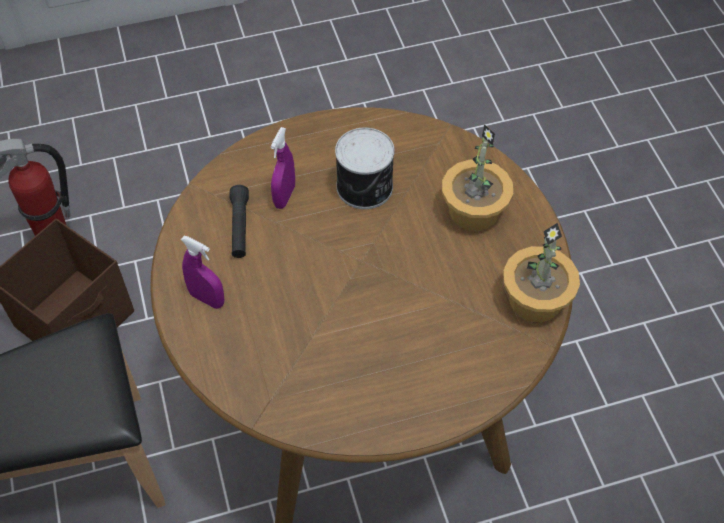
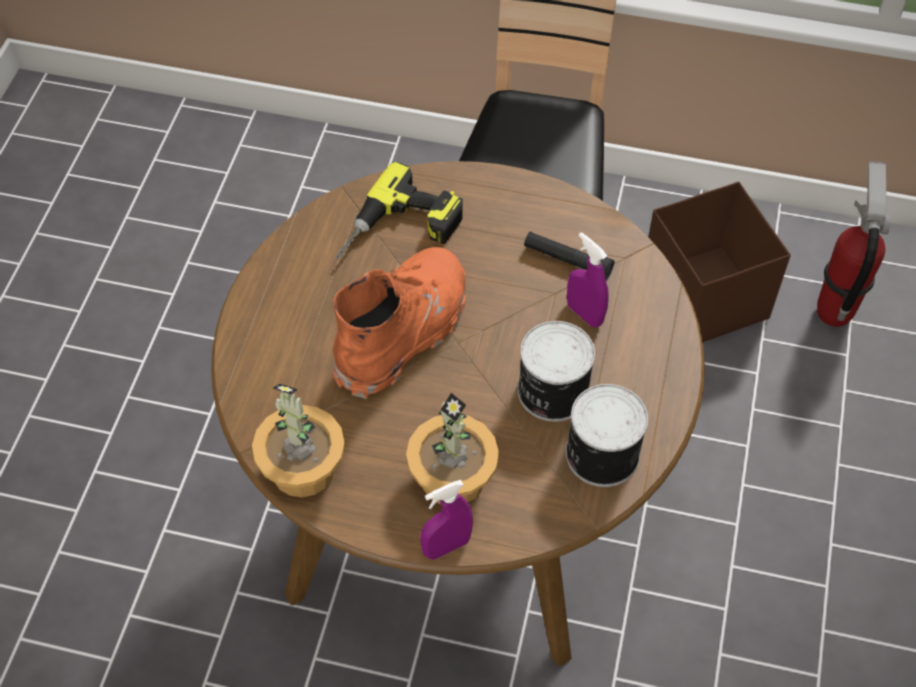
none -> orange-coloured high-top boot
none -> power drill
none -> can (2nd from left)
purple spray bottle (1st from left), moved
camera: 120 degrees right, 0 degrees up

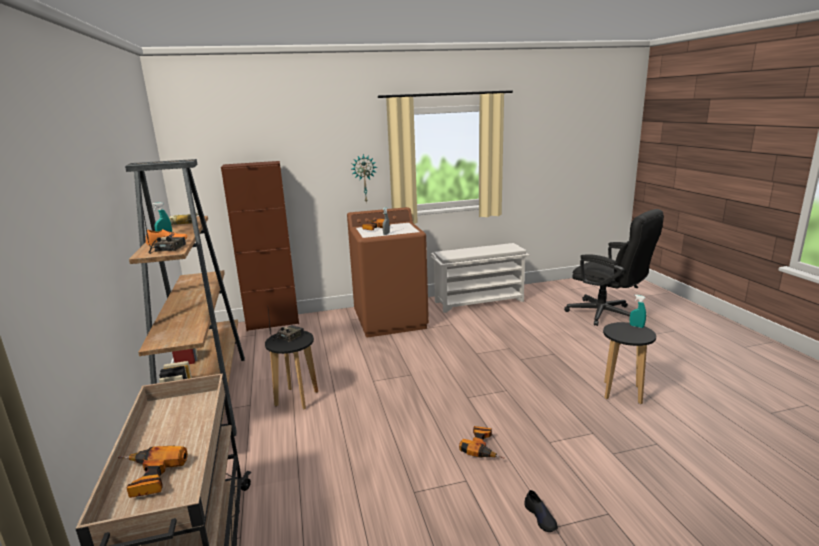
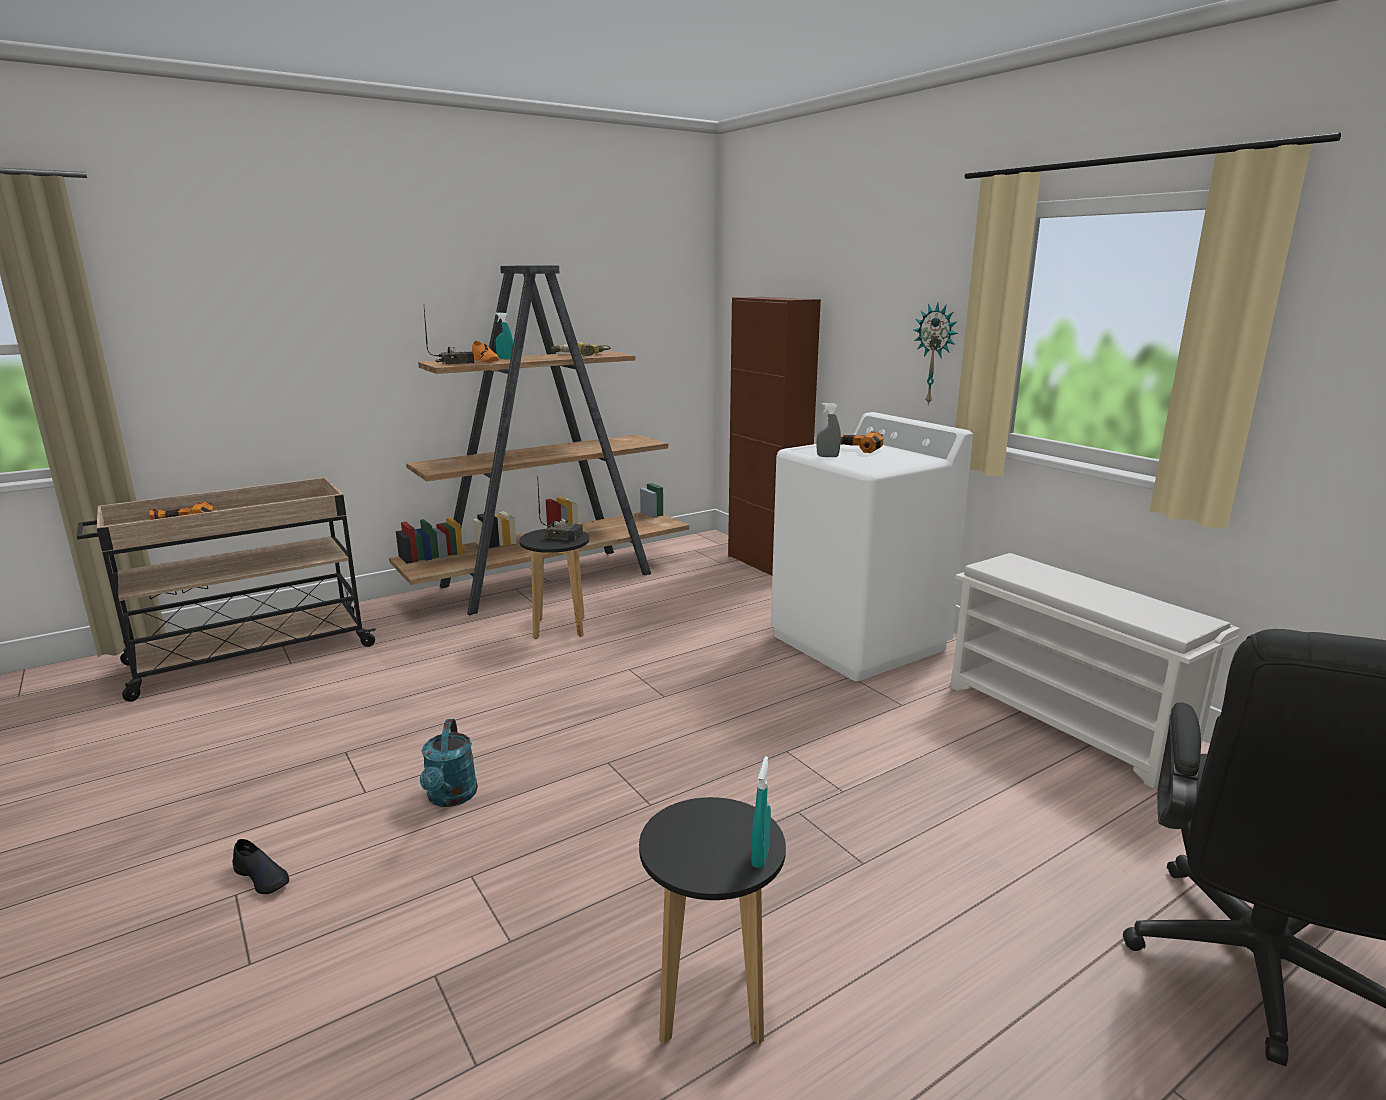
power drill (4th from left) -> turquoise-coloured watering can
brown-coloured laundry machine -> white-coloured laundry machine
black item of footwear, 105 degrees counterclockwise
camera: 70 degrees right, 0 degrees up

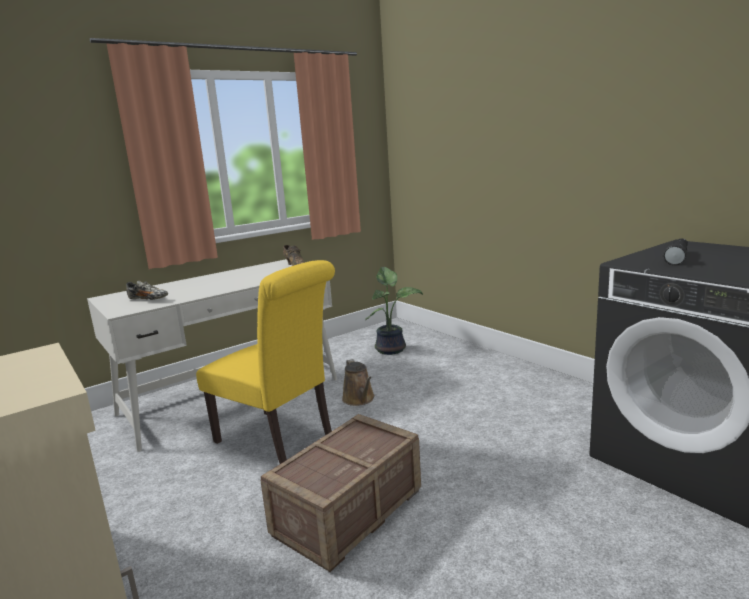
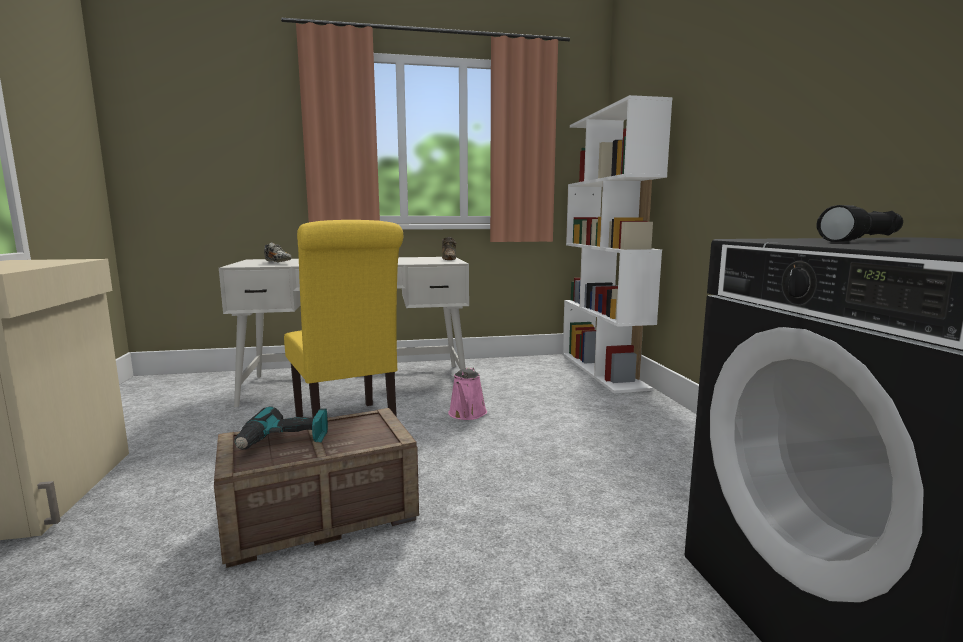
houseplant -> none
none -> power drill
none -> white-coloured bookcase
brown-coloured watering can -> pinkish watering can
camera: 25 degrees right, 5 degrees down

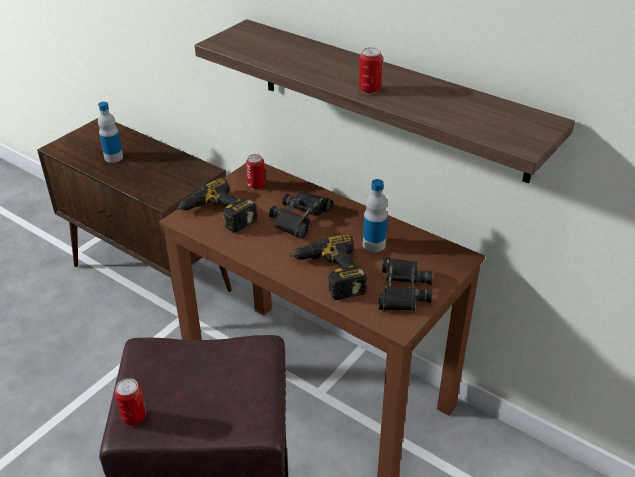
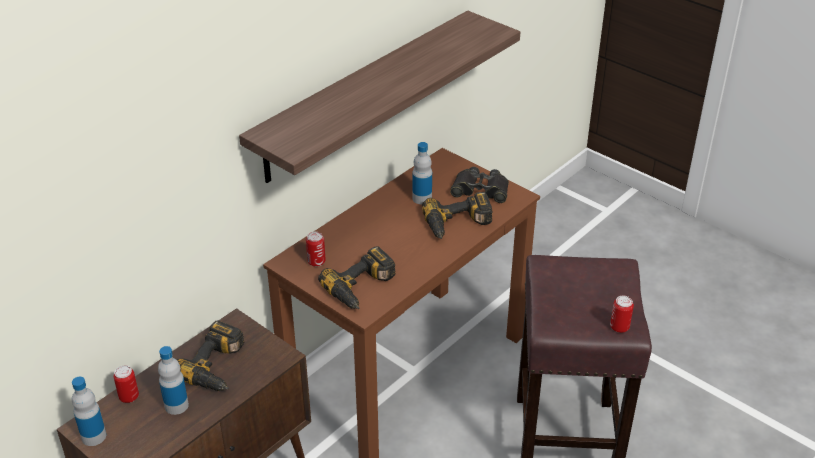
black pair of binoculars (1st from left) -> none
none -> bottle (1st from left)
none -> power drill (1st from left)
can (3rd from left in the first image) -> can (1st from left), moved
camera: 85 degrees left, 0 degrees up

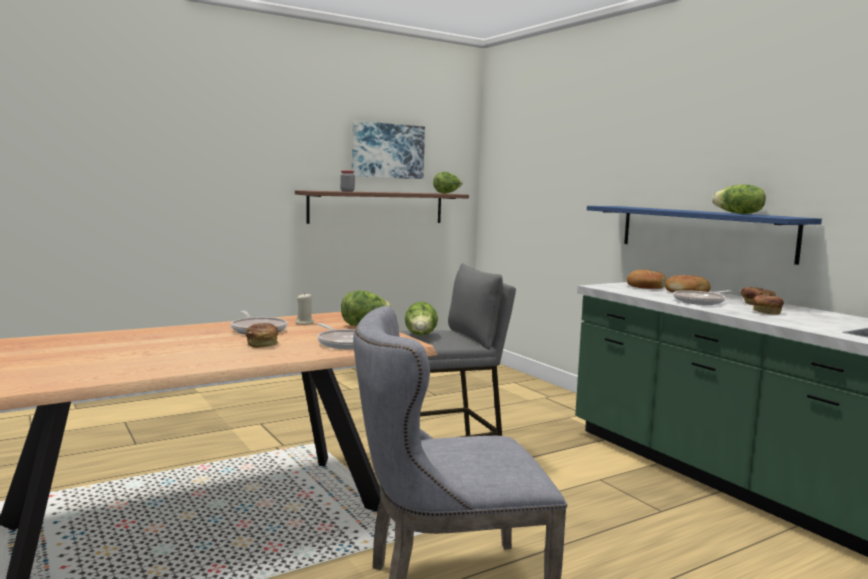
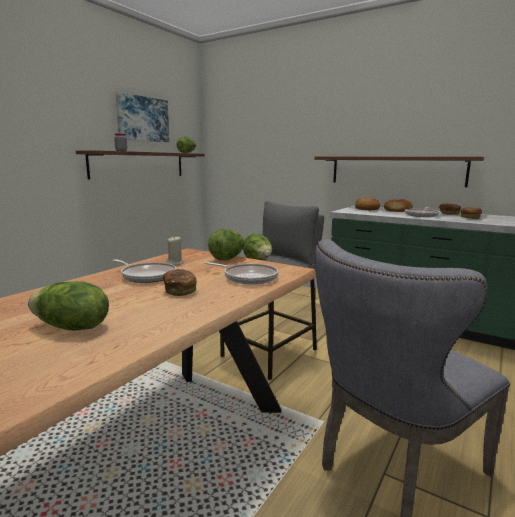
lettuce (4th from left in the first image) -> lettuce (1st from left), moved
bluish wall shelf -> brown-coloured wall shelf (2nd from left)
camera: 25 degrees left, 5 degrees up

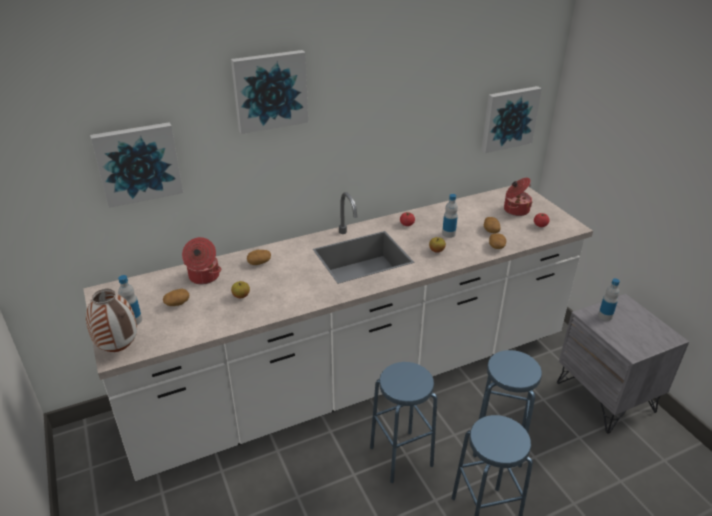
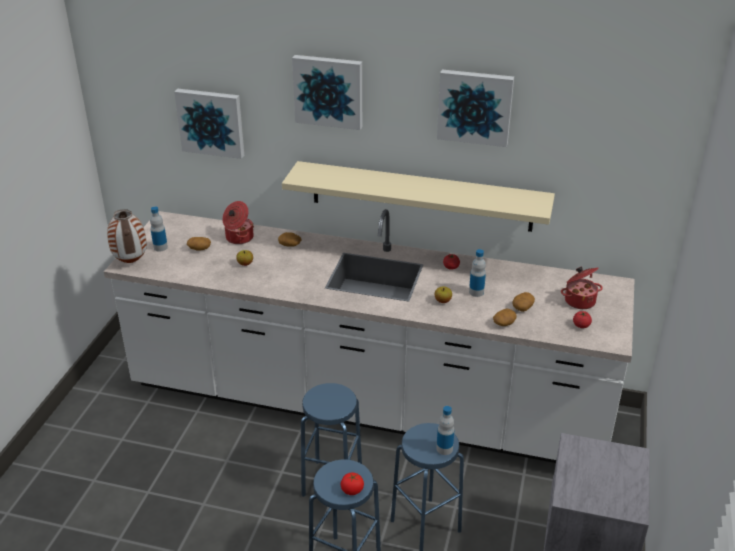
none -> sand-coloured wall shelf
none -> tomato (1st from left)
wall art (3rd from left), moved
bottle (3rd from left in the first image) -> bottle (2nd from left), moved
camera: 40 degrees right, 0 degrees up

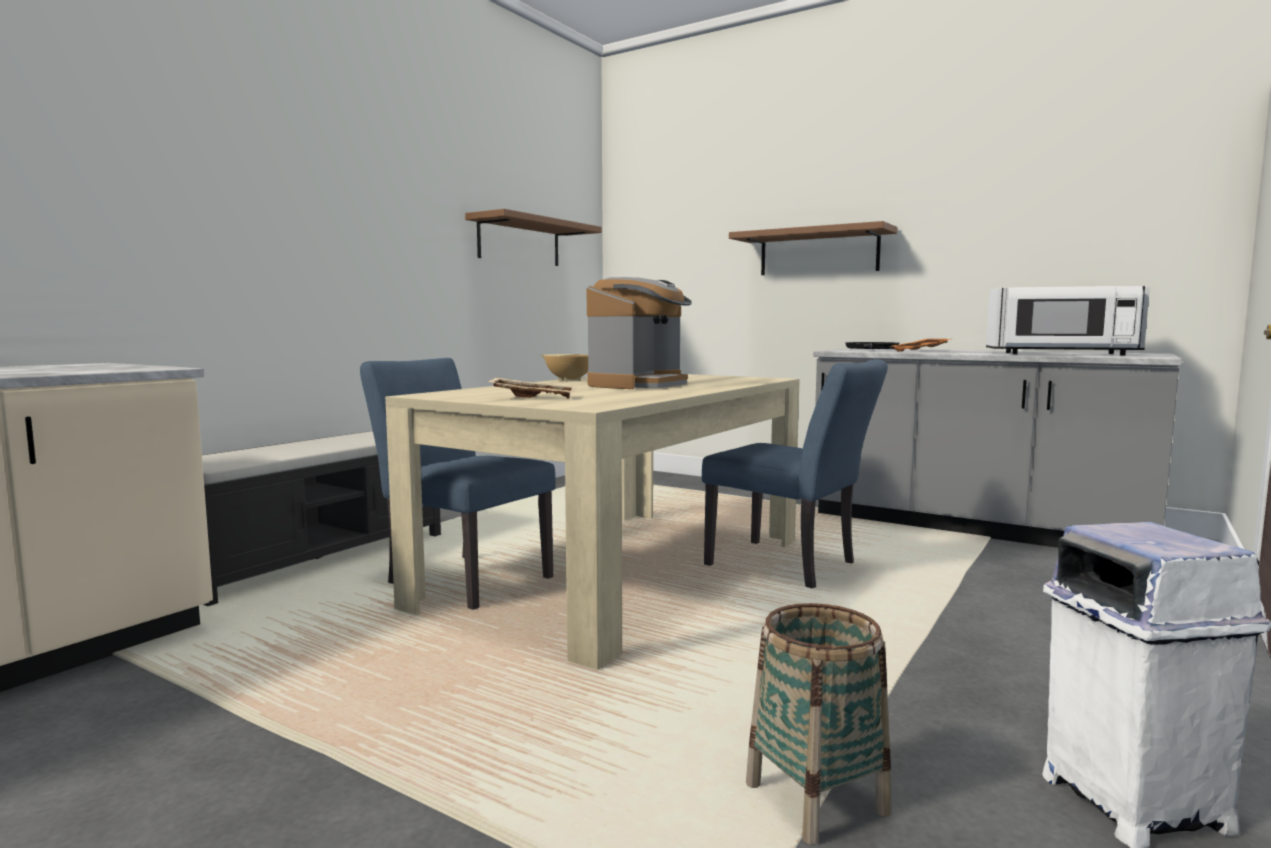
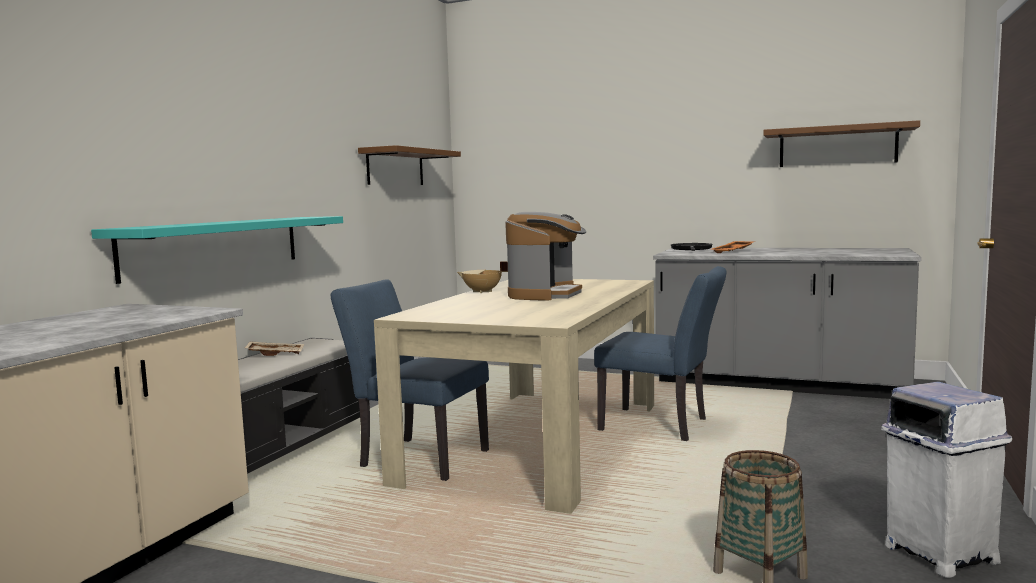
white-coloured kitchen microwave -> none
none -> turquoise-coloured wall shelf
sand-coloured tray, moved
brown-coloured wall shelf (2nd from left), moved
camera: 10 degrees left, 0 degrees up

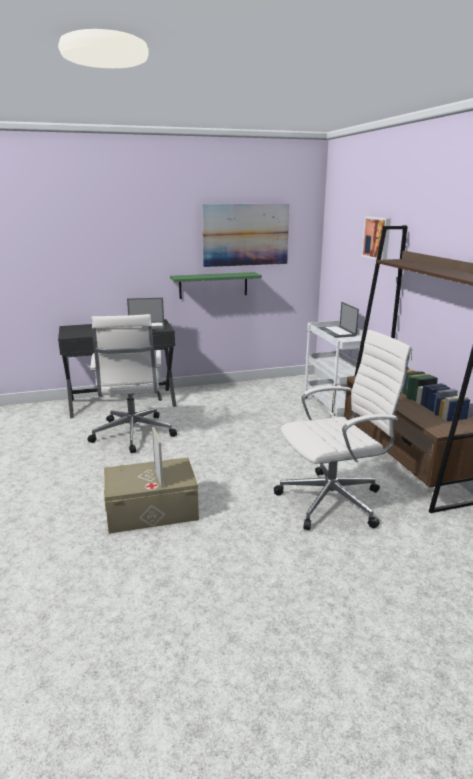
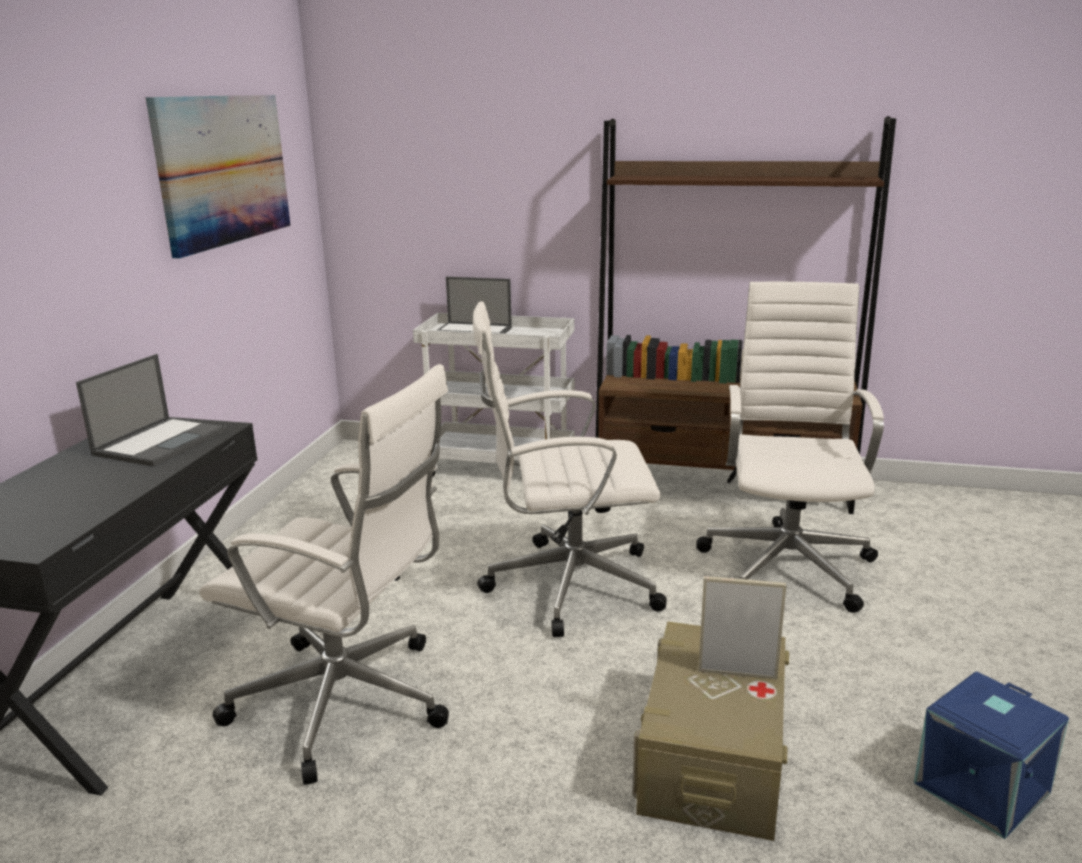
green-coloured wall shelf -> none
wall art (2nd from left) -> none
none -> white-coloured office chair (2nd from left)
none -> bluish storage bin
camera: 60 degrees left, 0 degrees up

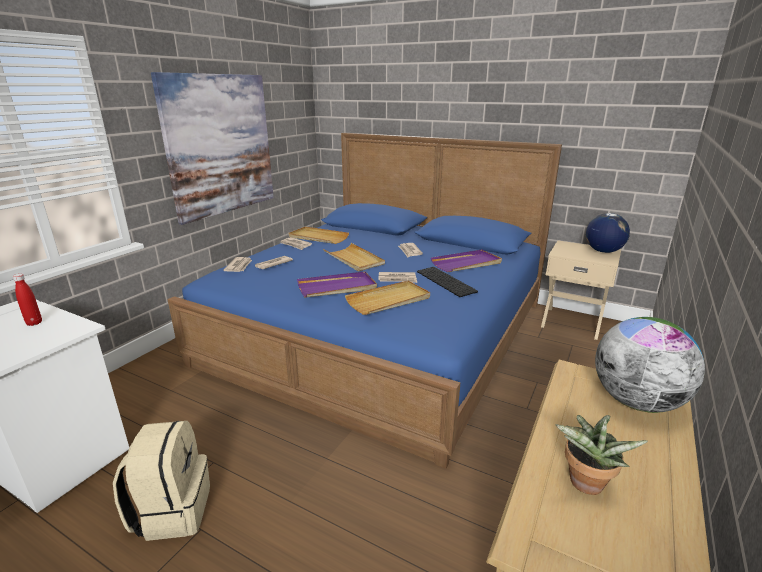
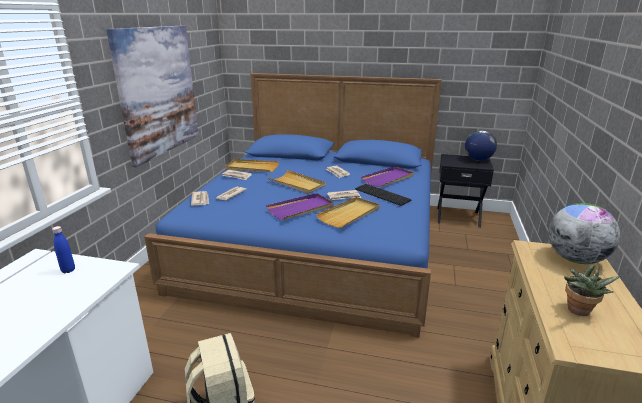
reddish bottle -> bluish bottle
sand-coloured nightstand -> black nightstand
camera: 15 degrees left, 0 degrees up

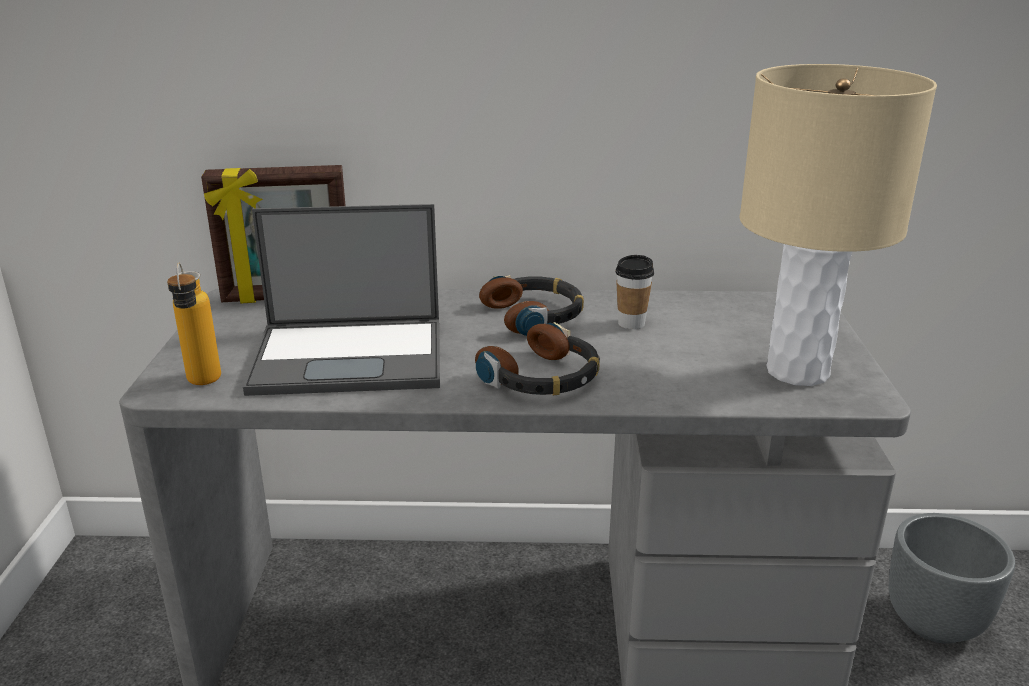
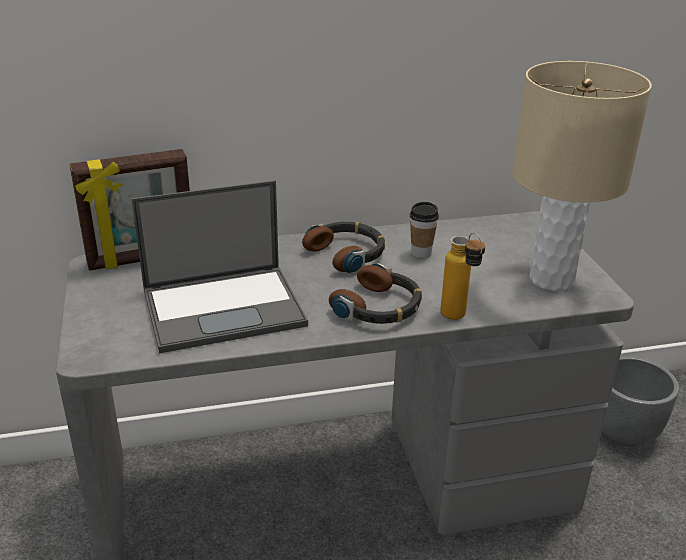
bottle, moved
camera: 15 degrees left, 5 degrees up

